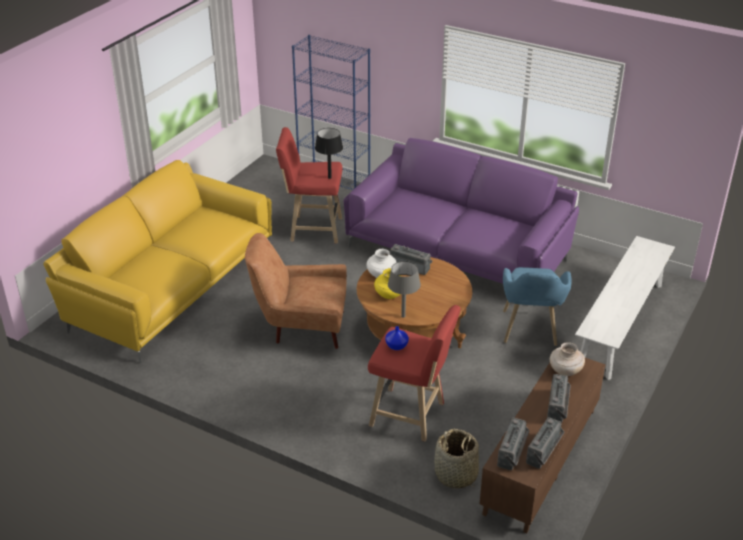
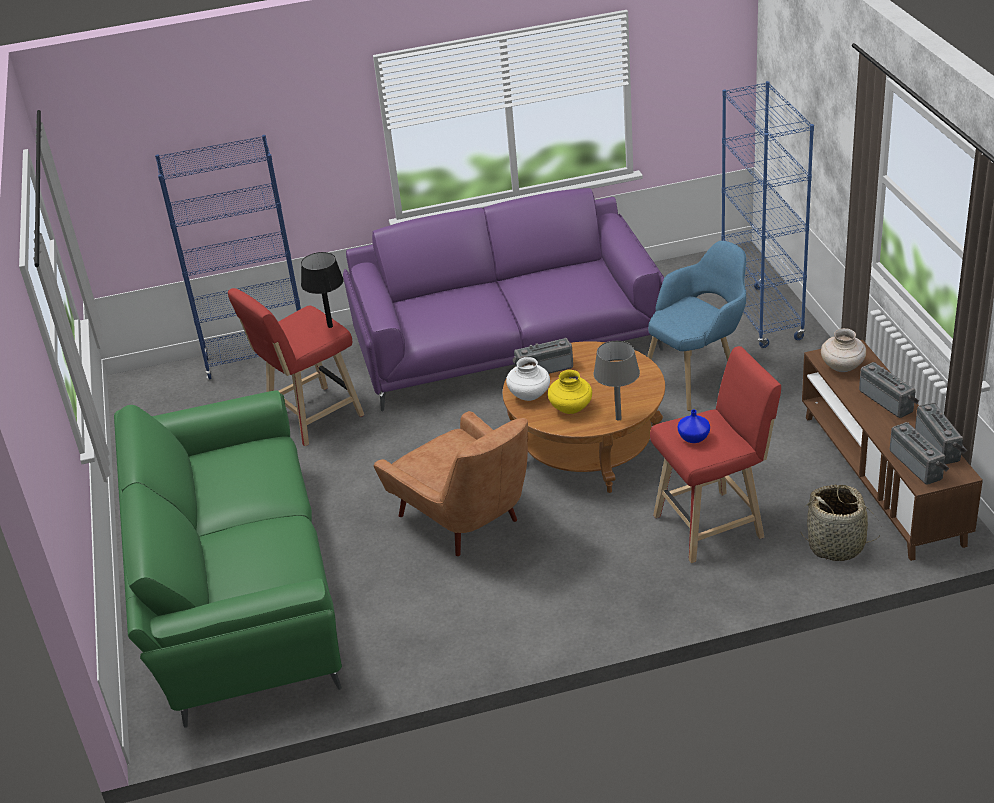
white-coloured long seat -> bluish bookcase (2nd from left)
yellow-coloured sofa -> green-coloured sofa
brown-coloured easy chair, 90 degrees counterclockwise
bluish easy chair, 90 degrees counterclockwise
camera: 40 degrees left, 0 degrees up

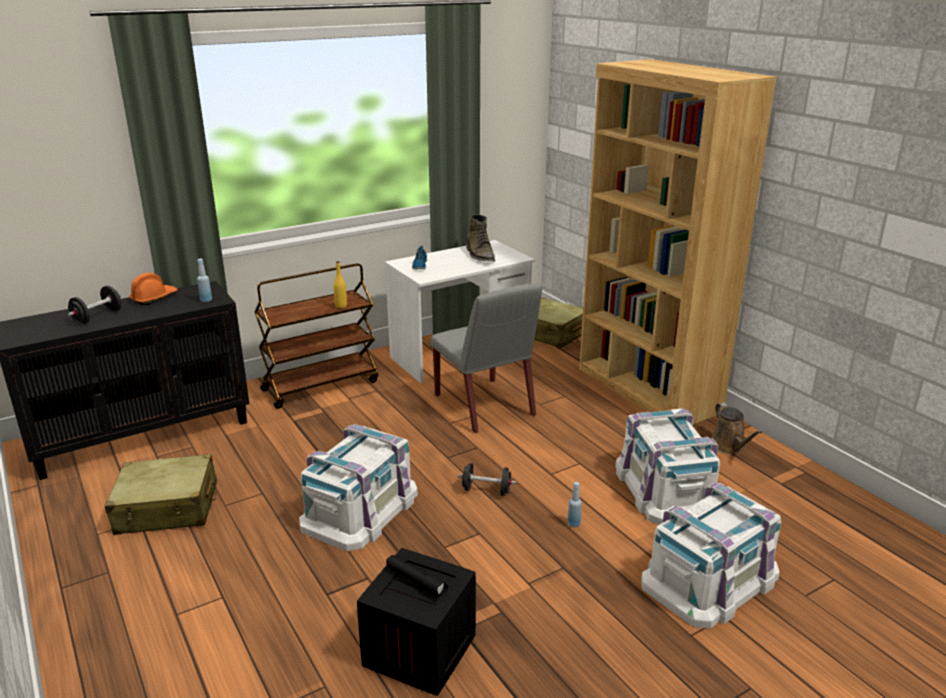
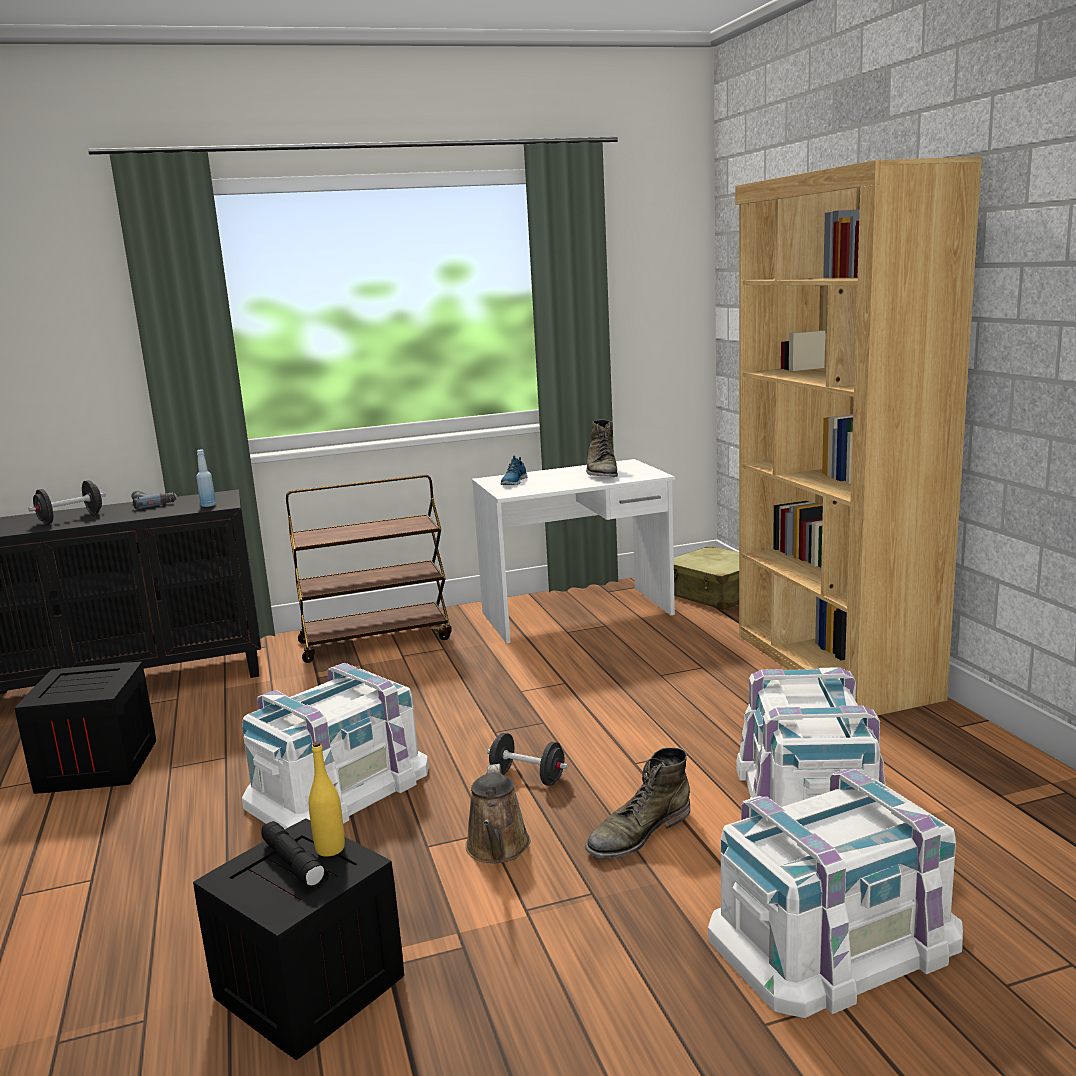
greyish plain chair -> none
yellow-coloured bottle, moved
brown-coloured watering can, moved
sand-coloured piece of luggage (1st from left) -> crate (1st from left)
orange-coloured work helmet -> power drill
bluish bottle (2nd from left) -> green-coloured high-top boot (2nd from left)
camera: 15 degrees right, 10 degrees down

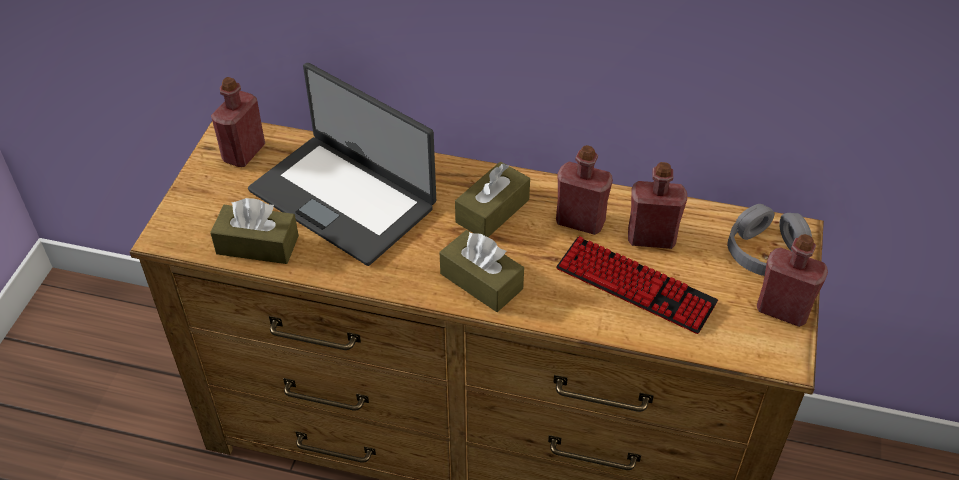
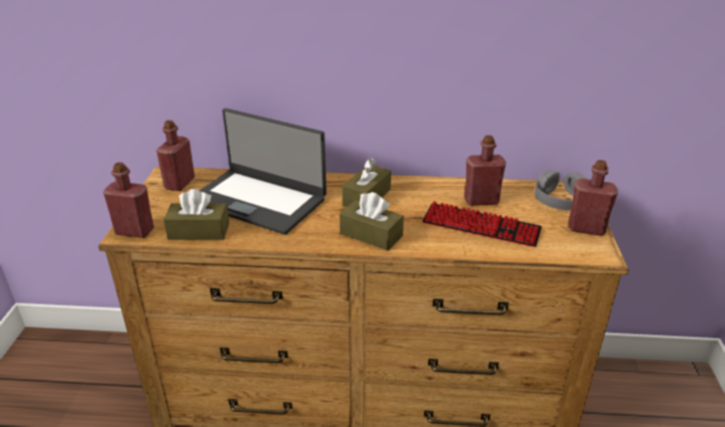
reddish bottle (2nd from left in the first image) -> reddish bottle (1st from left), moved
camera: 10 degrees left, 15 degrees down

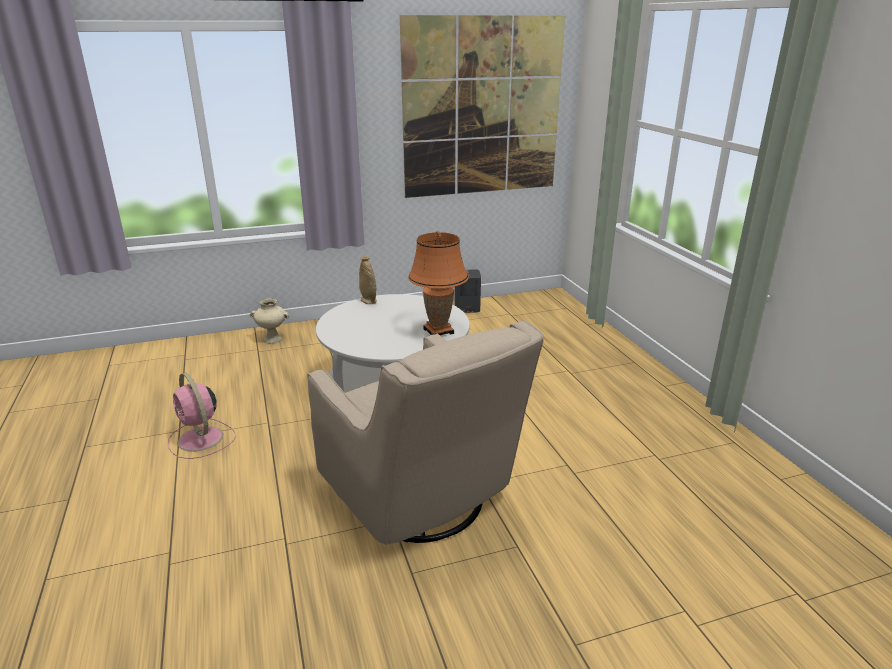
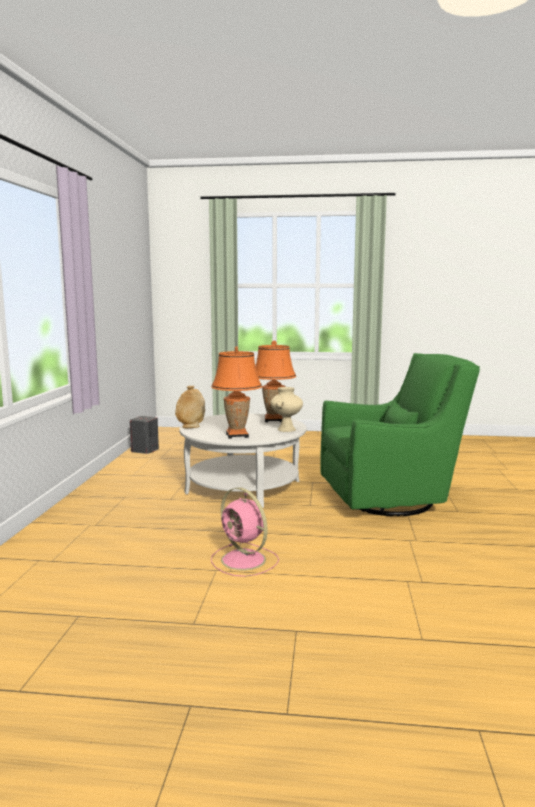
wall art -> none
none -> orange-coloured lamp for a table (1st from left)
sand-coloured decorative vase (1st from left in the first image) -> sand-coloured decorative vase (2nd from left), moved
sand-coloured easy chair -> green-coloured easy chair
pinkish fan, 60 degrees clockwise
camera: 65 degrees left, 15 degrees down

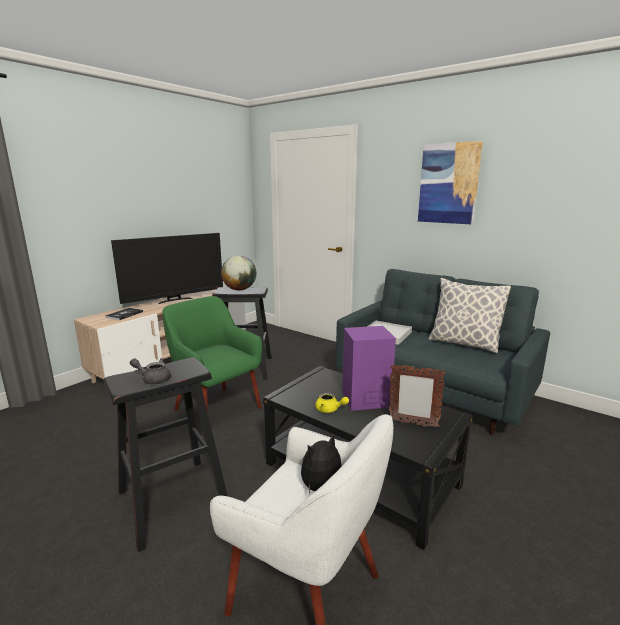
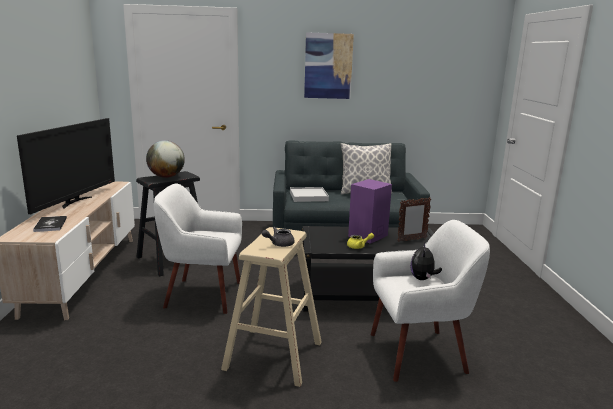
black stool seat (1st from left) -> sand-coloured stool seat
green-coloured easy chair -> white-coloured easy chair (1st from left)
camera: 40 degrees left, 0 degrees up

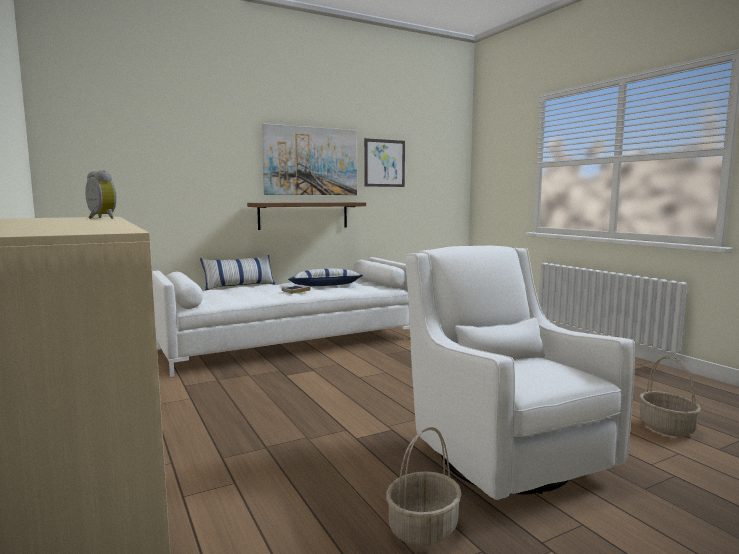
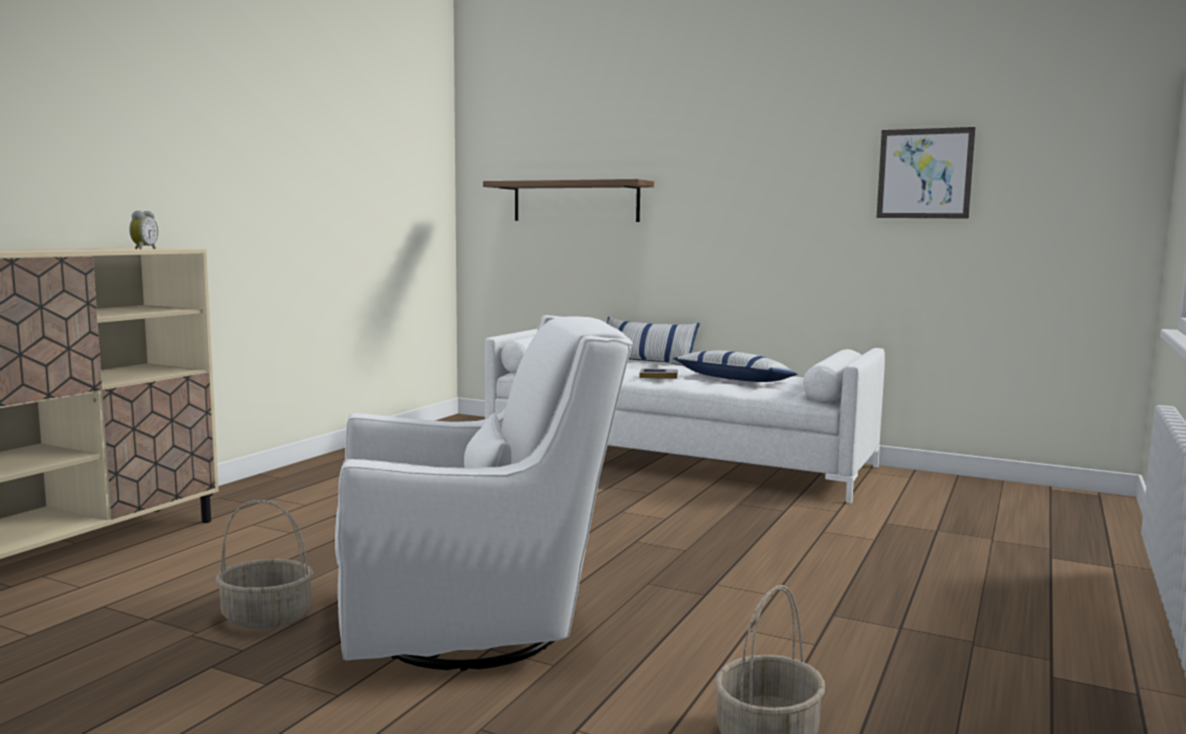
wall art (1st from left) -> none
wall shelf, moved
white-coloured easy chair, 45 degrees clockwise
camera: 55 degrees right, 0 degrees up

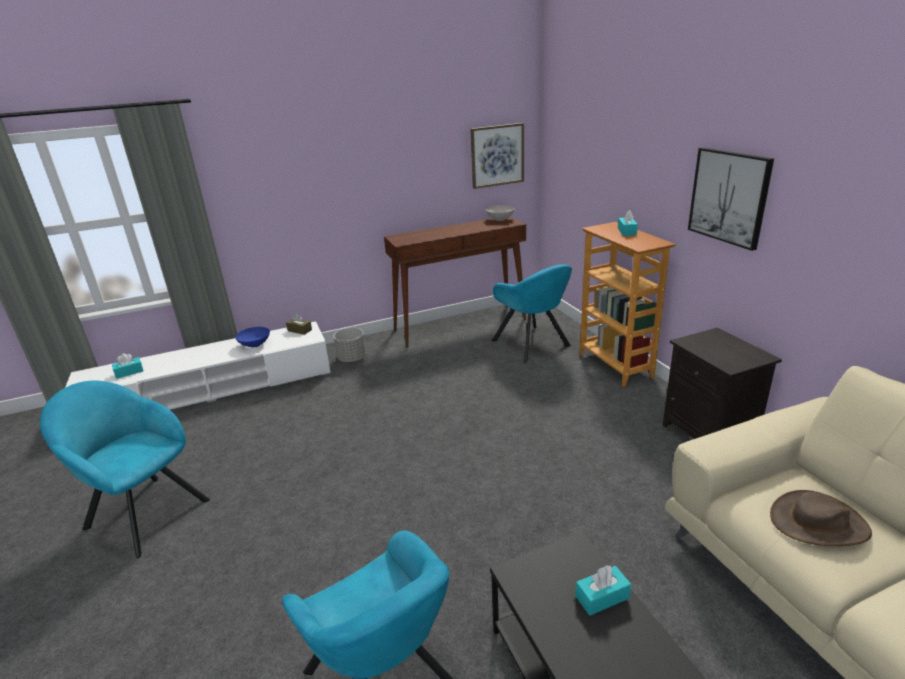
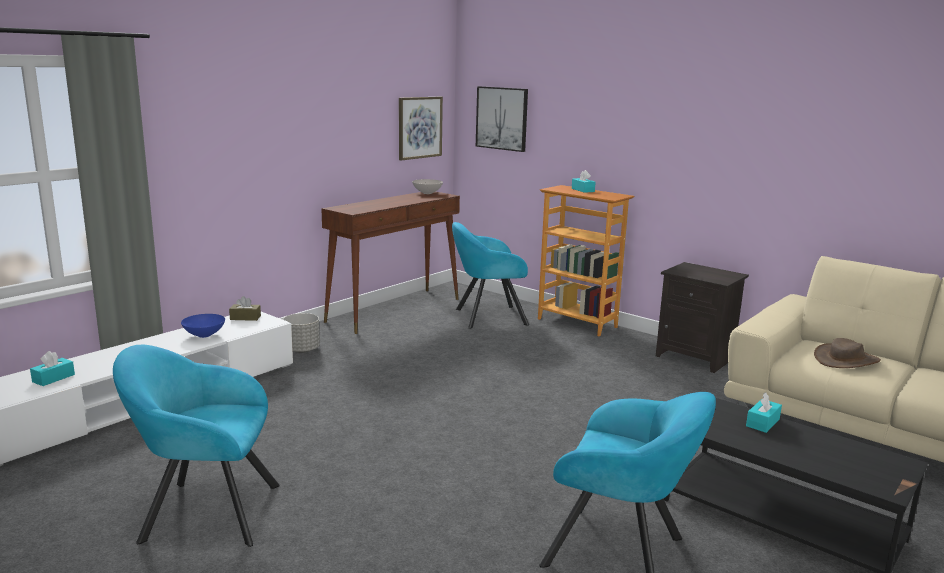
wall art (2nd from left), moved
turquoise-coloured easy chair (3rd from left in the first image) -> turquoise-coloured easy chair (2nd from left), 135 degrees clockwise
camera: 30 degrees left, 10 degrees down

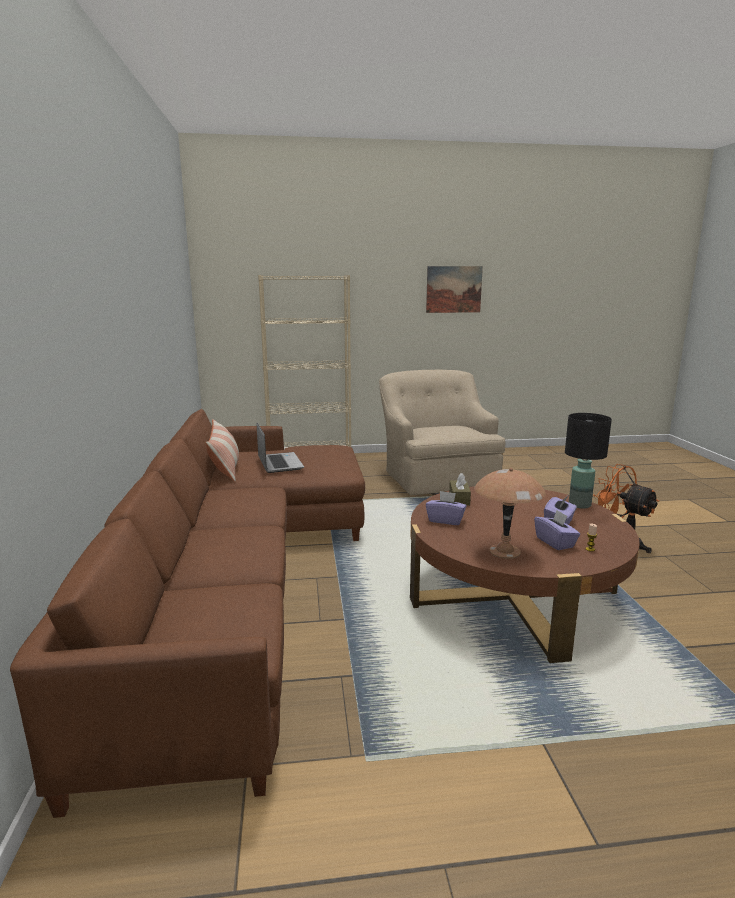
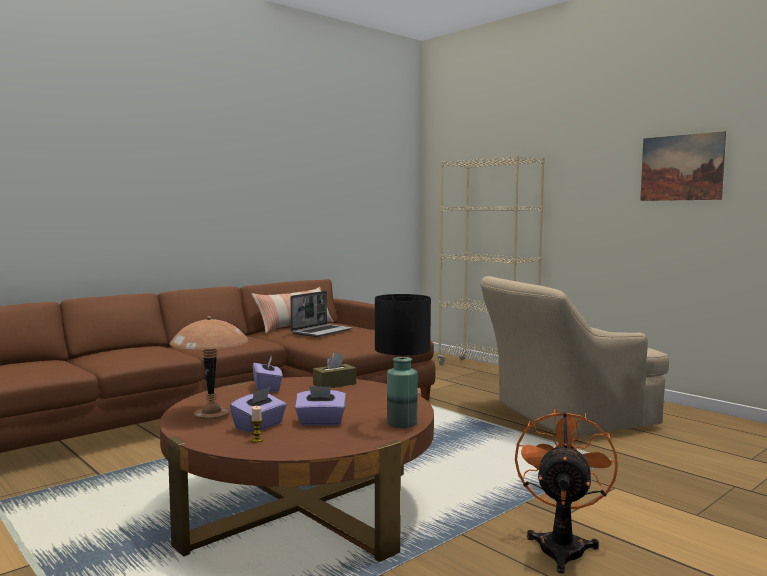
sand-coloured easy chair, 150 degrees counterclockwise
camera: 55 degrees right, 10 degrees down

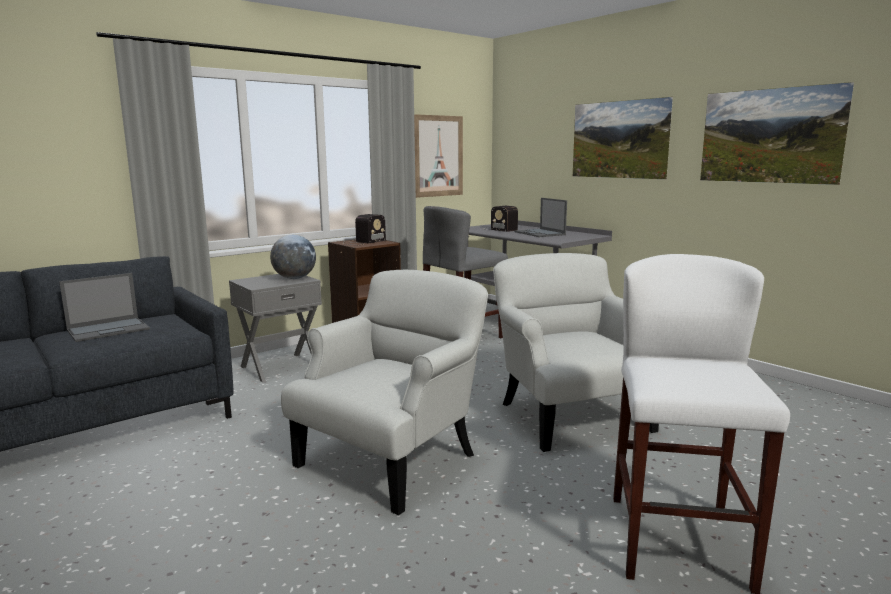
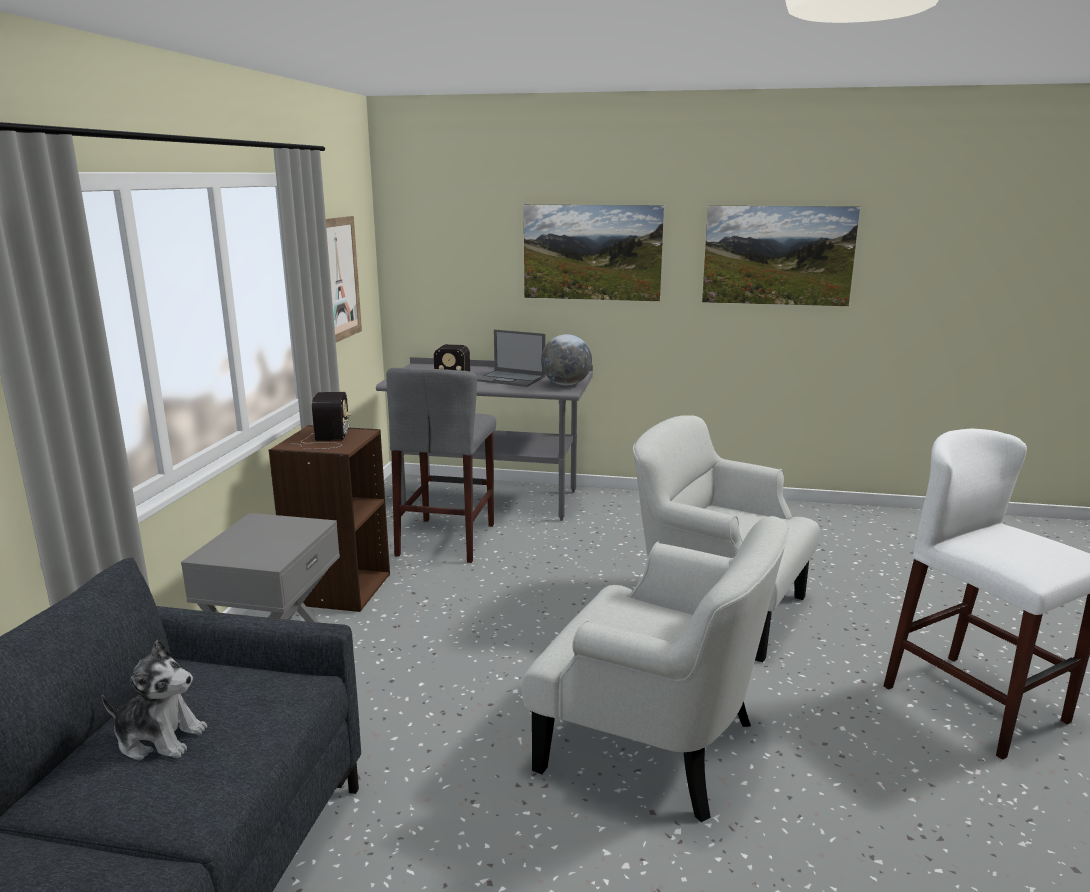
globe, moved
portable computer (1st from left) -> cuddly toy
white-coloured easy chair (1st from left), 120 degrees clockwise
camera: 40 degrees left, 5 degrees up

